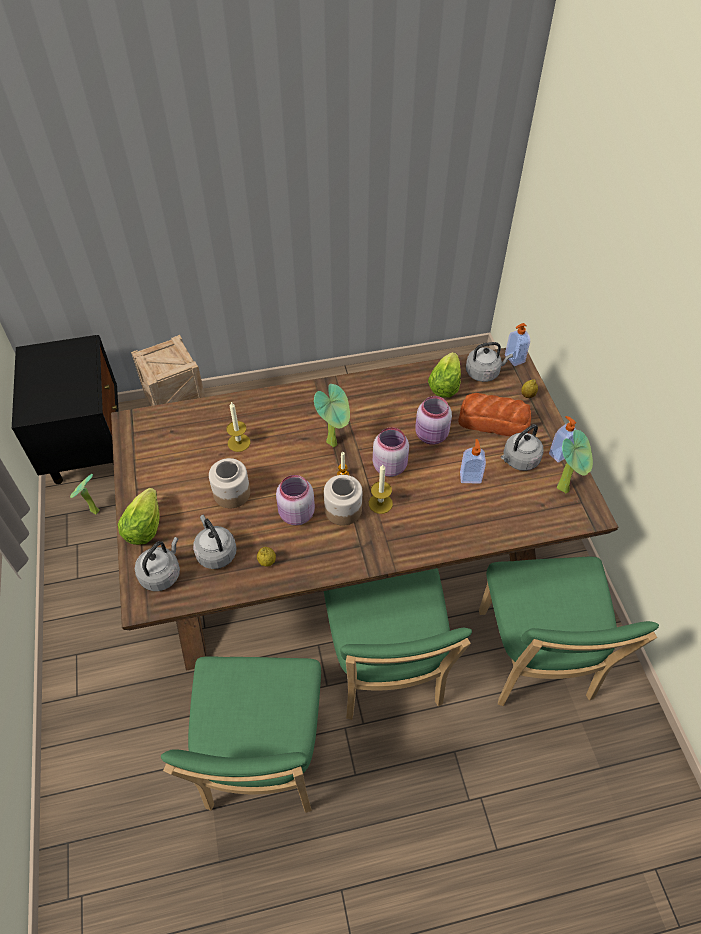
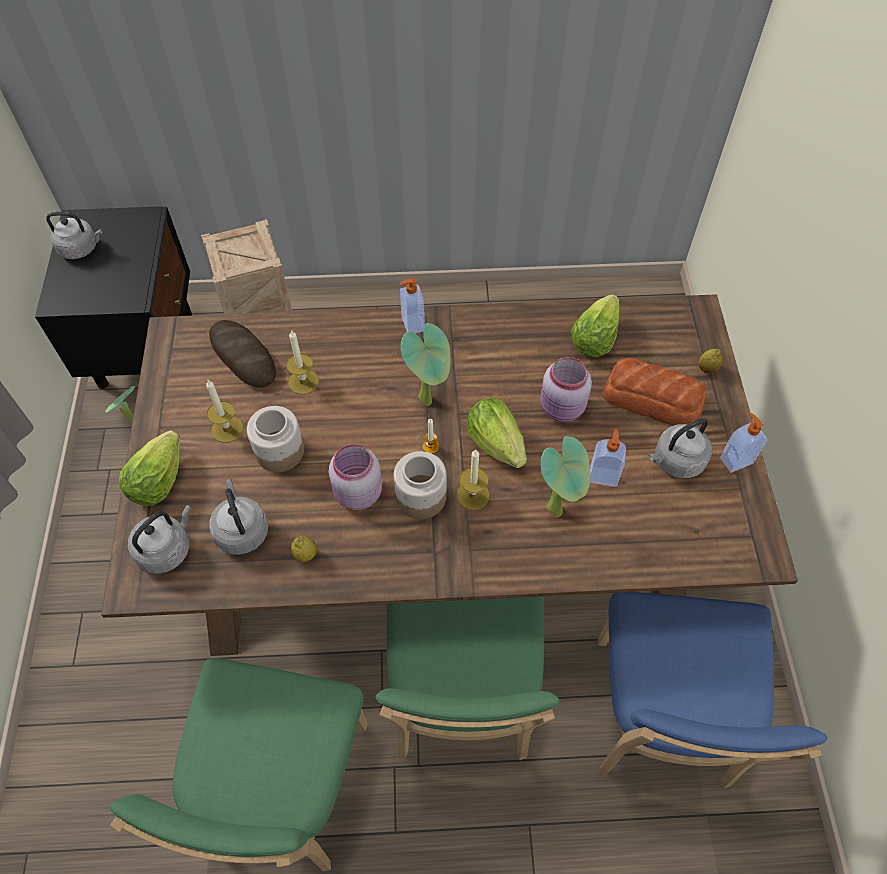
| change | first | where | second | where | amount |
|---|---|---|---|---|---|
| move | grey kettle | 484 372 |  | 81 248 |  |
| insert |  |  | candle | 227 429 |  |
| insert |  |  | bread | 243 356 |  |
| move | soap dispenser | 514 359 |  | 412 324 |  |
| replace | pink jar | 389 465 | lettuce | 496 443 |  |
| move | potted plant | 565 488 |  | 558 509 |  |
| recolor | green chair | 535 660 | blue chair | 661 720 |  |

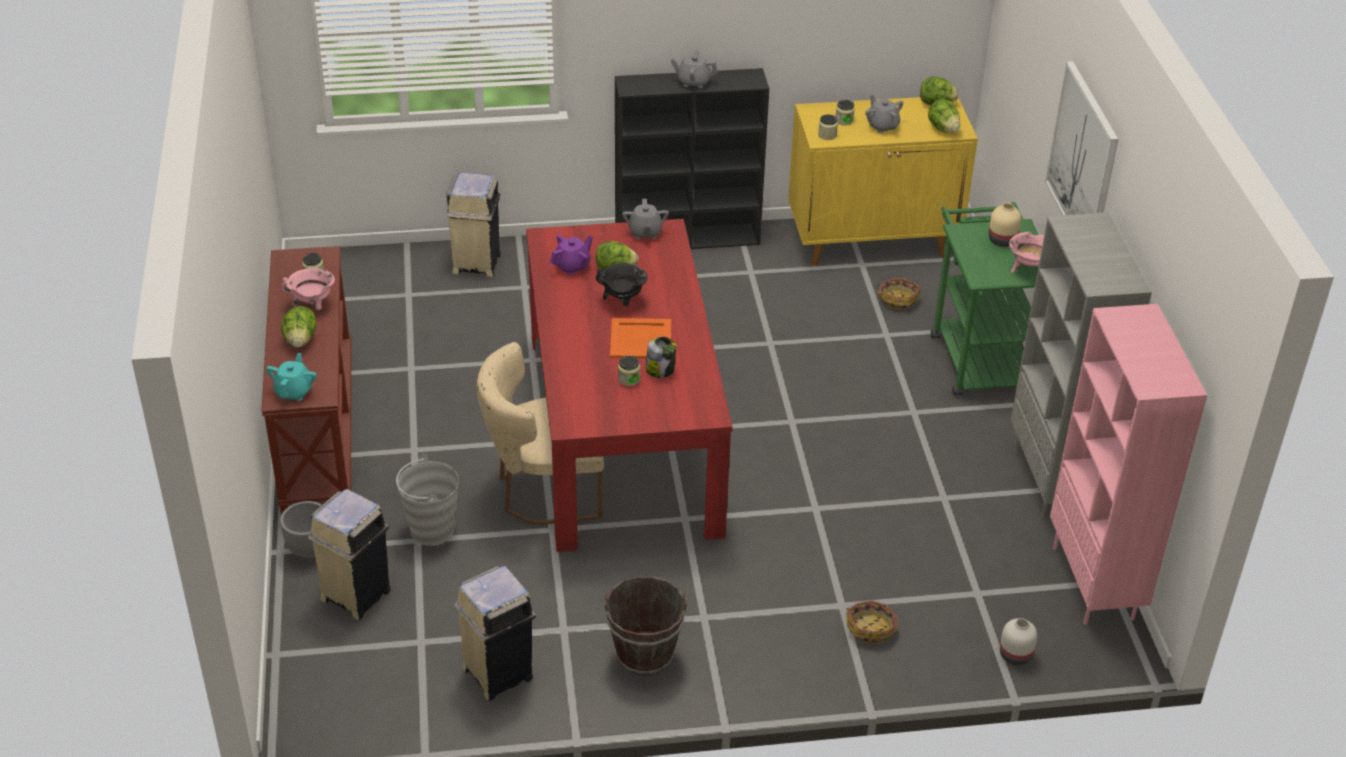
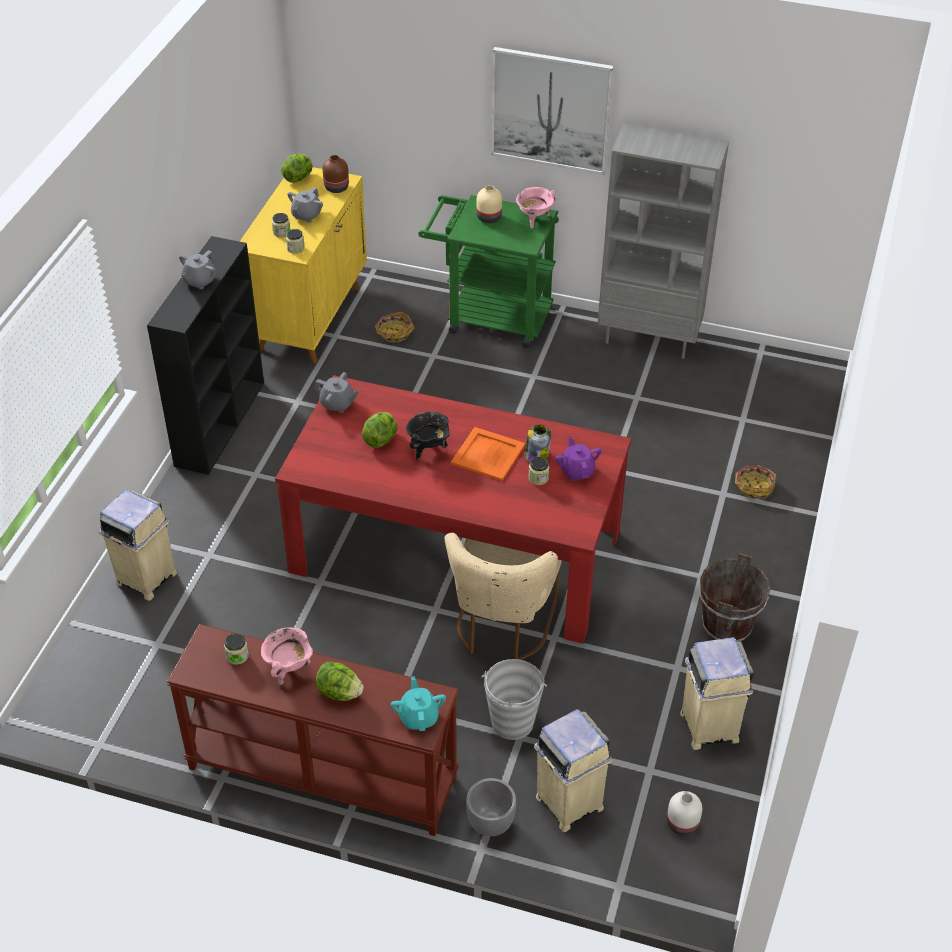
| change | first | where | second | where | amount |
|---|---|---|---|---|---|
| rotate | grey teapot | 882 126 |  | 306 215 | 60 degrees counterclockwise |
| replace | lettuce | 943 129 | brown vase | 336 187 |  |
| rotate | turquoise teapot | 294 391 |  | 419 717 | 45 degrees clockwise |
| move | purple teapot | 572 266 |  | 577 471 |  |
| move | white vase | 1016 656 |  | 683 824 |  |
| delete | pink bookcase | 1094 583 |  |  |  |

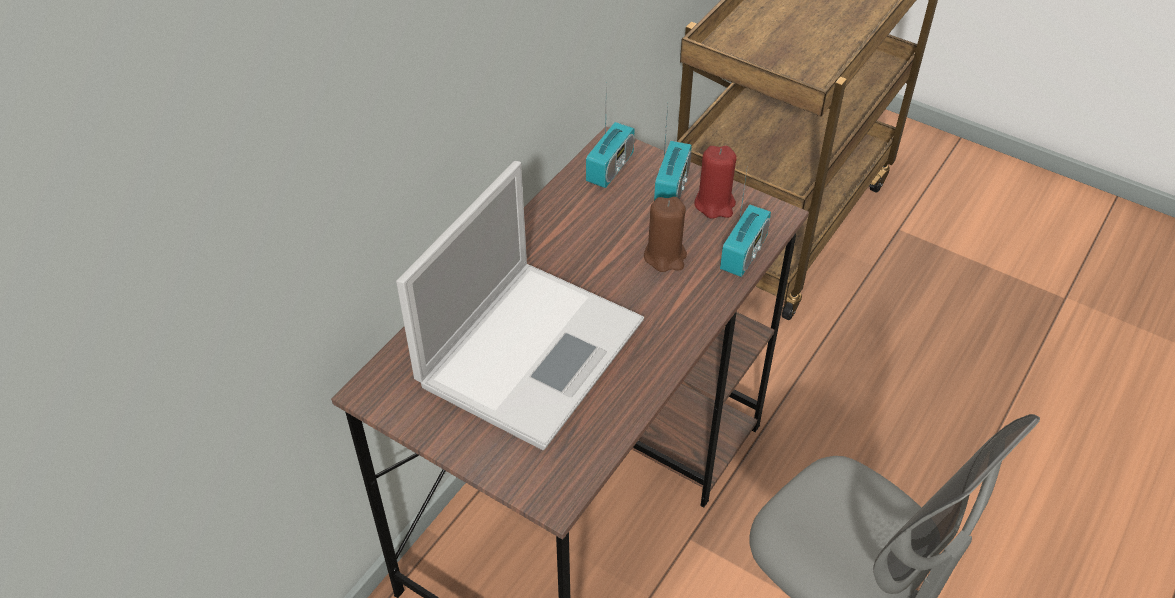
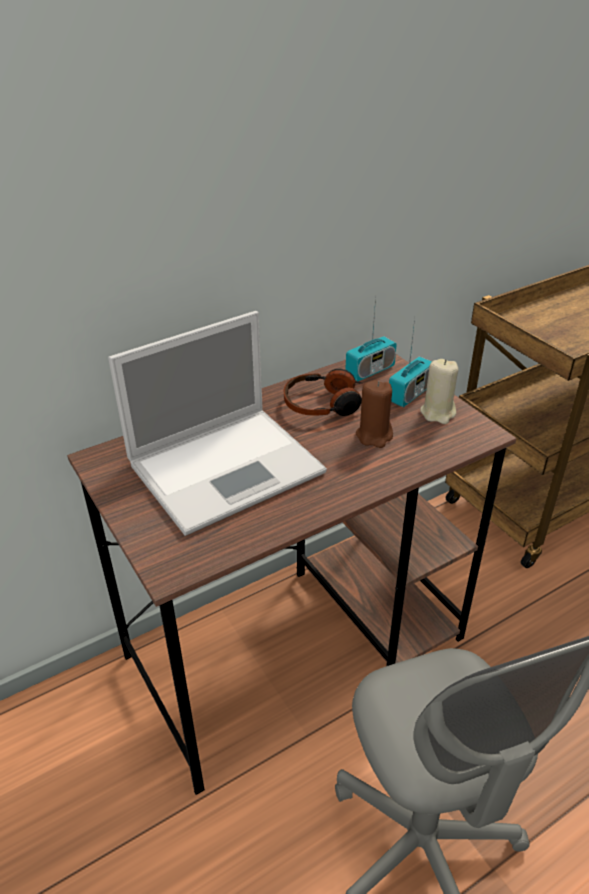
| change | first | where | second | where | amount |
|---|---|---|---|---|---|
| insert |  |  | headphones | 324 404 |  |
| recolor | red candle | 715 204 | beige candle | 438 413 |  |
| delete | radio | 743 253 |  |  |  |

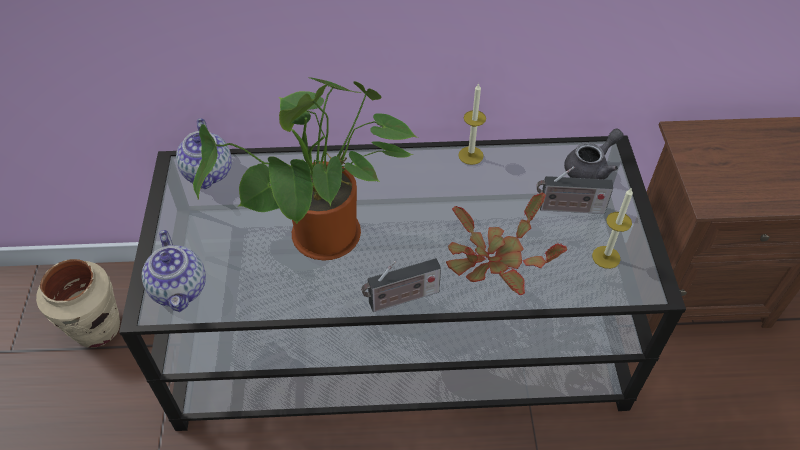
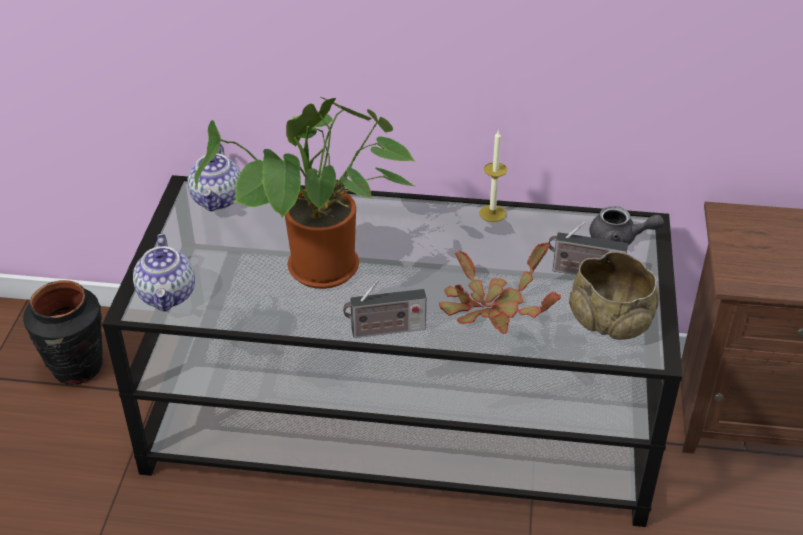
| change | first | where | second | where | amount |
|---|---|---|---|---|---|
| recolor | beige vase | 97 329 | black vase | 77 368 |  |
| replace | candle | 606 257 | beige bowl | 610 321 |  |
| rotate | grey teapot | 591 168 |  | 619 239 | 45 degrees clockwise |

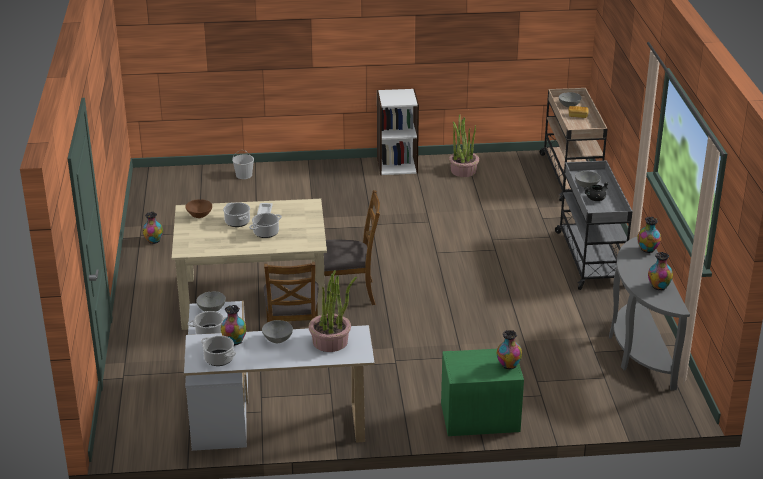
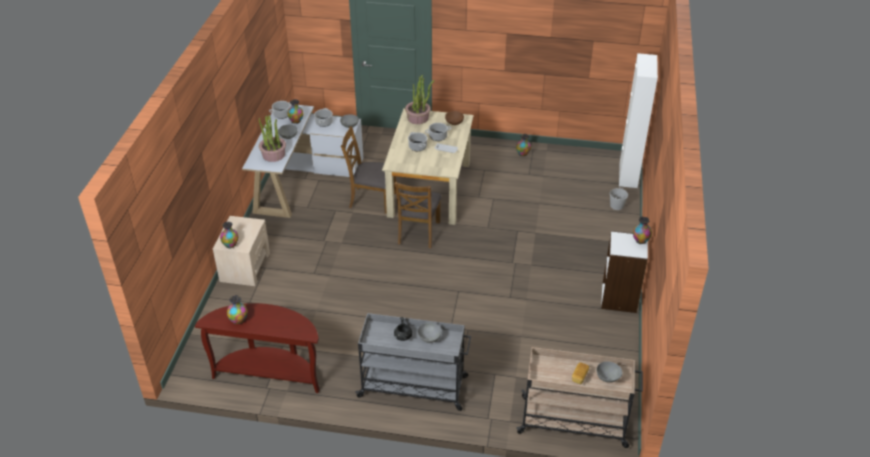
| change | first | where | second | where | amount |
|---|---|---|---|---|---|
| recolor | grey console table | 638 350 | brown console table | 270 373 |  |
| recolor | green nightstand | 479 417 | beige nightstand | 245 266 |  |
| move | potted plant | 463 170 |  | 418 118 |  |
| insert |  |  | white cabinet | 628 174 |  |
| move | vase | 647 250 |  | 640 241 |  |

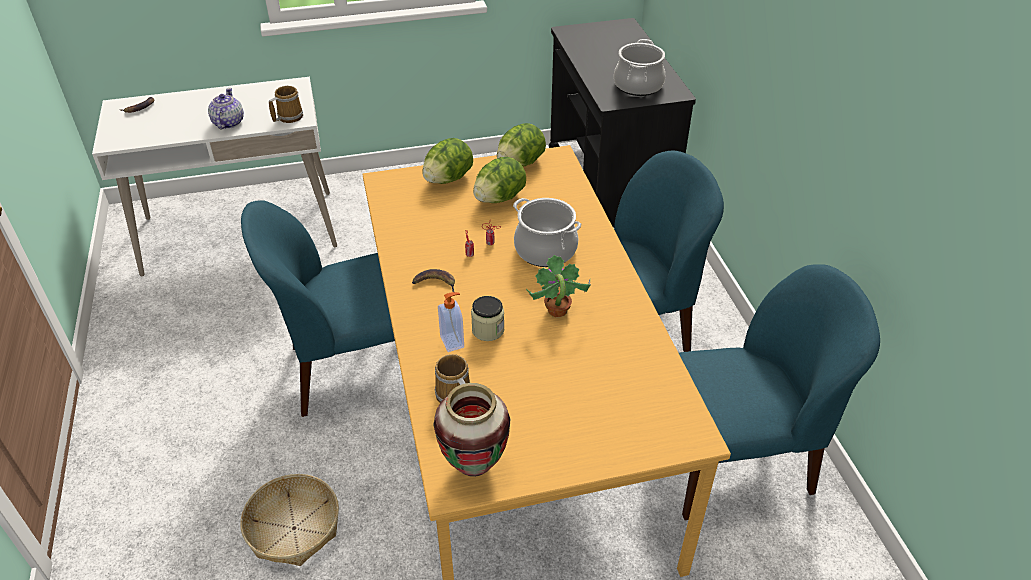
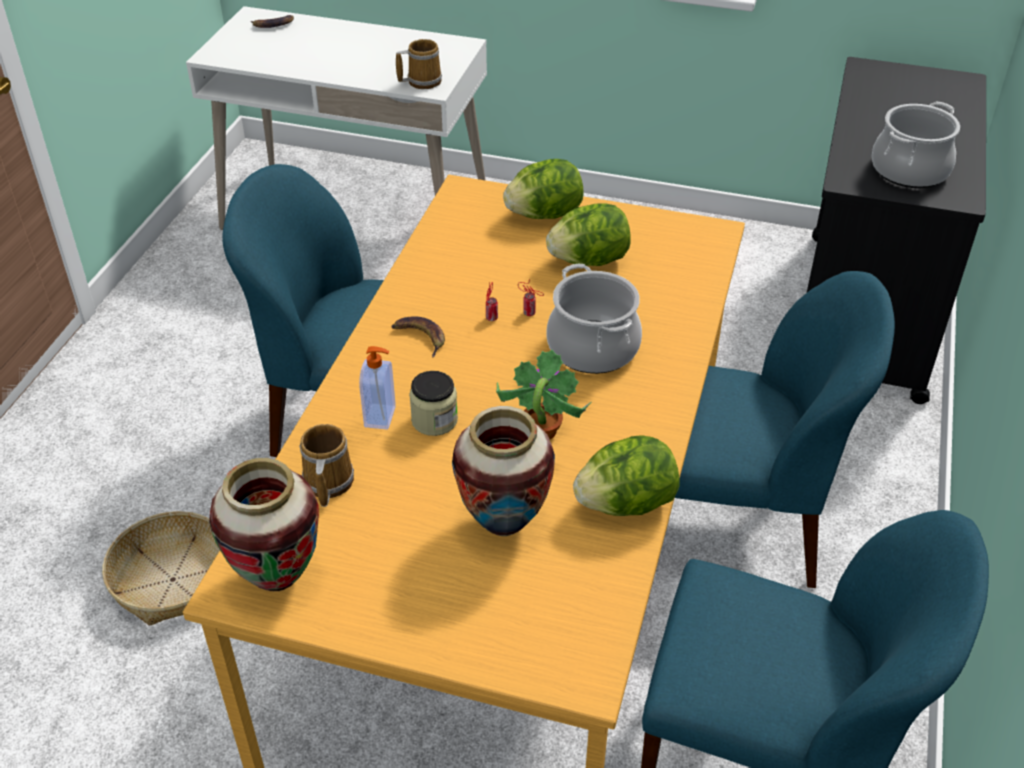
| change | first | where | second | where | amount |
|---|---|---|---|---|---|
| insert |  |  | vase | 503 525 |  |
| move | lettuce | 520 163 |  | 626 503 |  |
| delete | teapot | 228 123 |  |  |  |

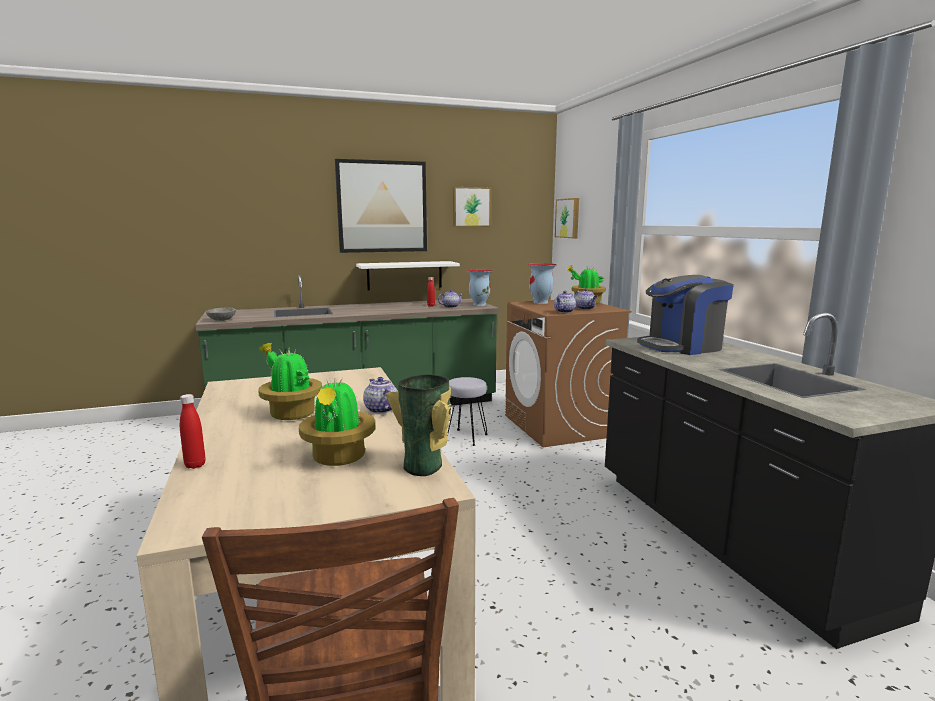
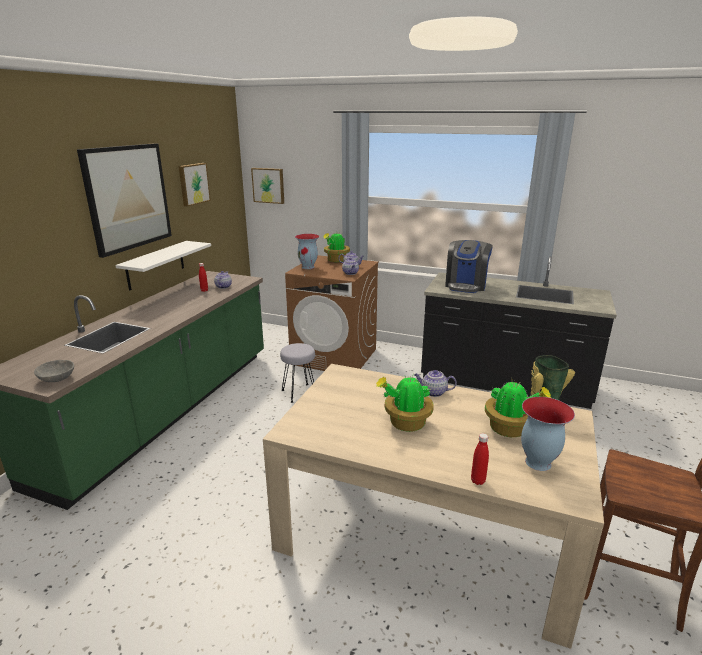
| change | first | where | second | where | amount |
|---|---|---|---|---|---|
| move | vase | 479 304 |  | 537 462 |  |

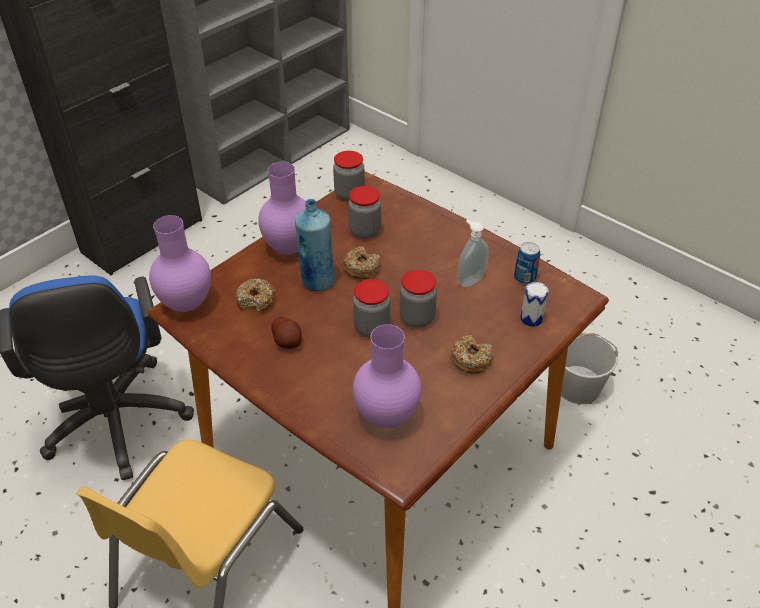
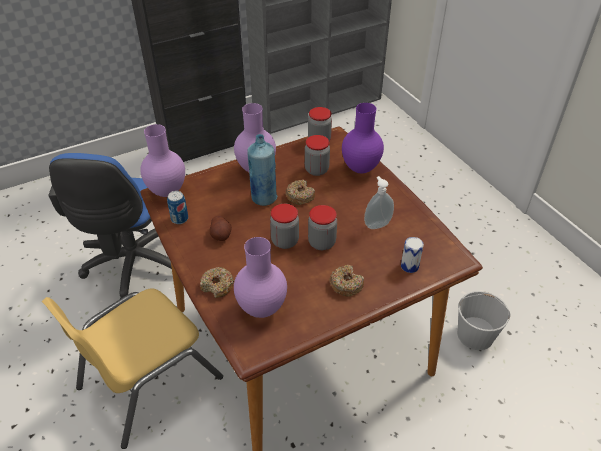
| change | first | where | second | where | amount |
|---|---|---|---|---|---|
| move | can | 524 278 |  | 179 219 |  |
| move | donut | 256 300 |  | 217 286 |  |
| insert |  |  | purple vase | 360 168 |  |

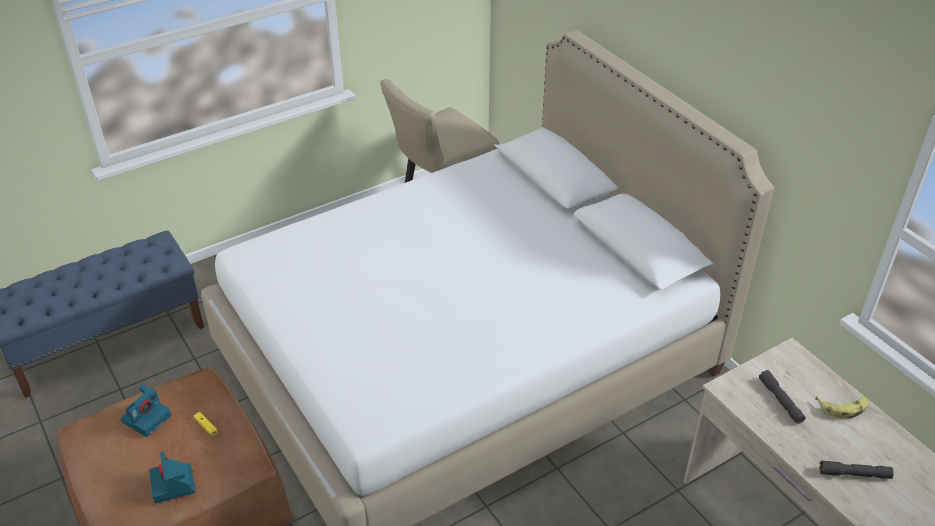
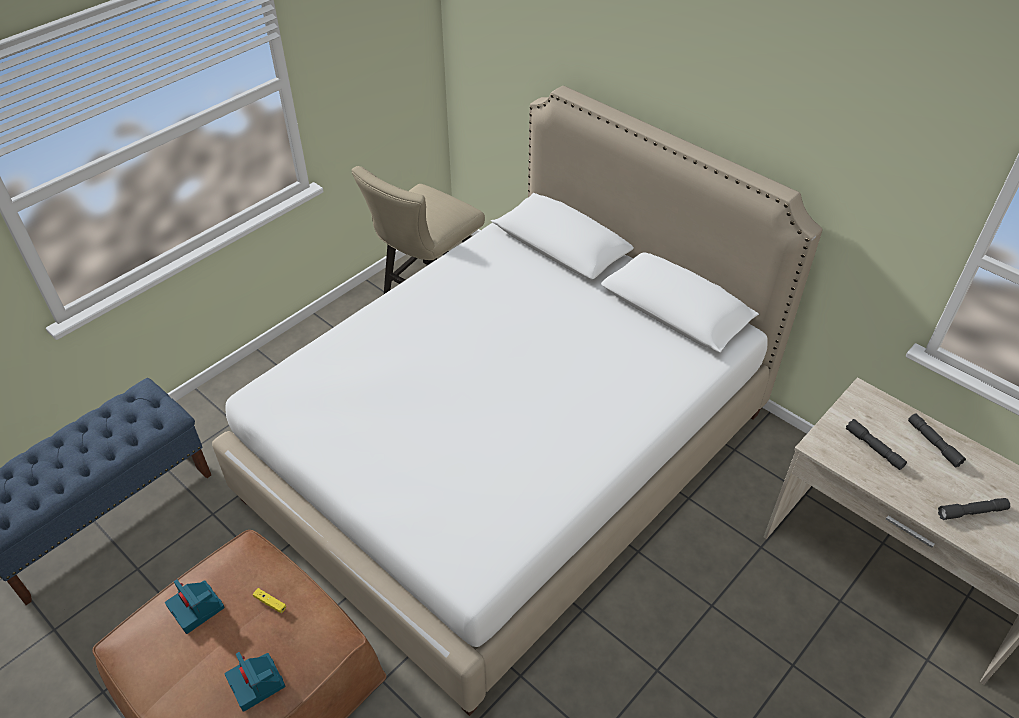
| change | first | where | second | where | amount |
|---|---|---|---|---|---|
| rotate | photo camera | 146 417 |  | 197 608 | 120 degrees clockwise |
| replace | banana | 843 408 | grey flashlight | 933 443 |  |

